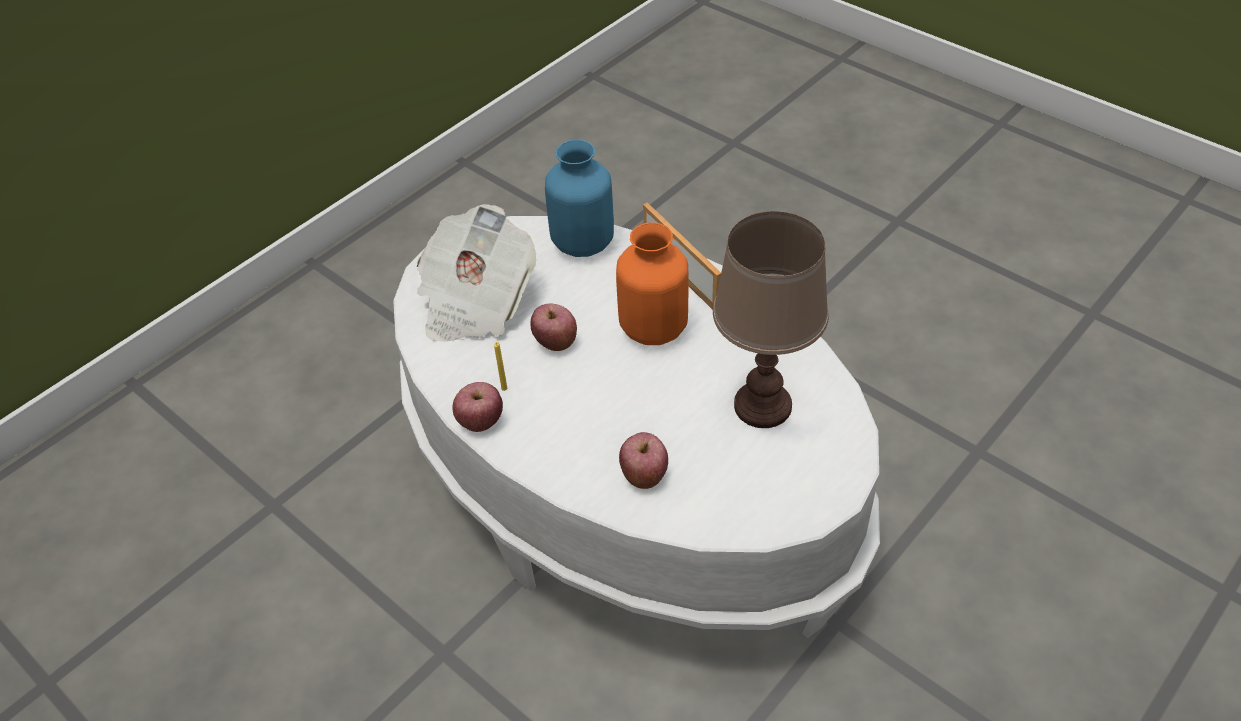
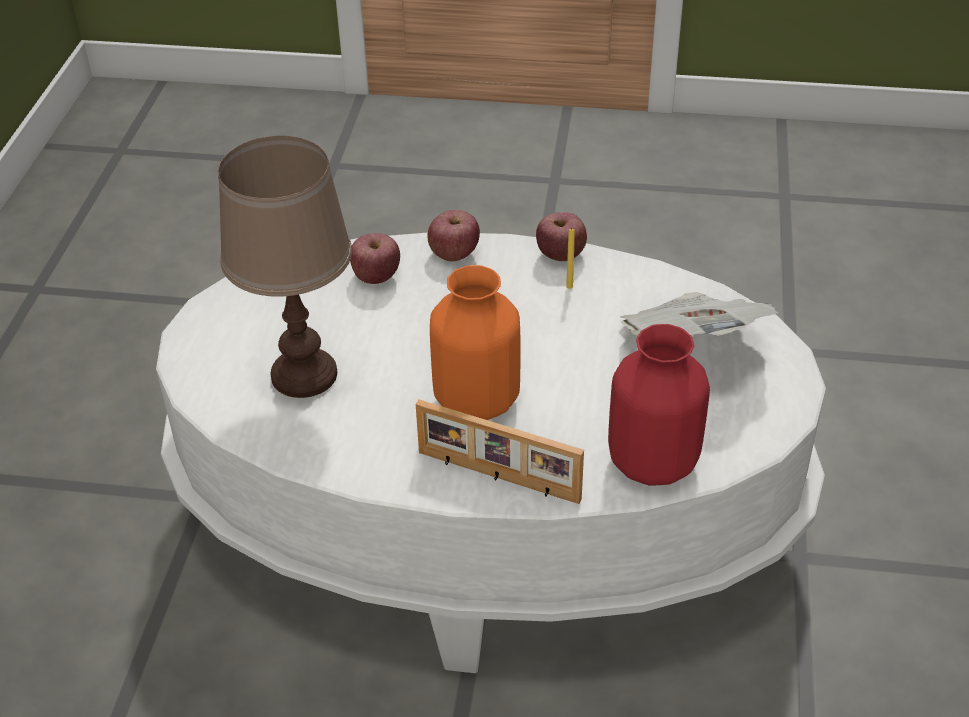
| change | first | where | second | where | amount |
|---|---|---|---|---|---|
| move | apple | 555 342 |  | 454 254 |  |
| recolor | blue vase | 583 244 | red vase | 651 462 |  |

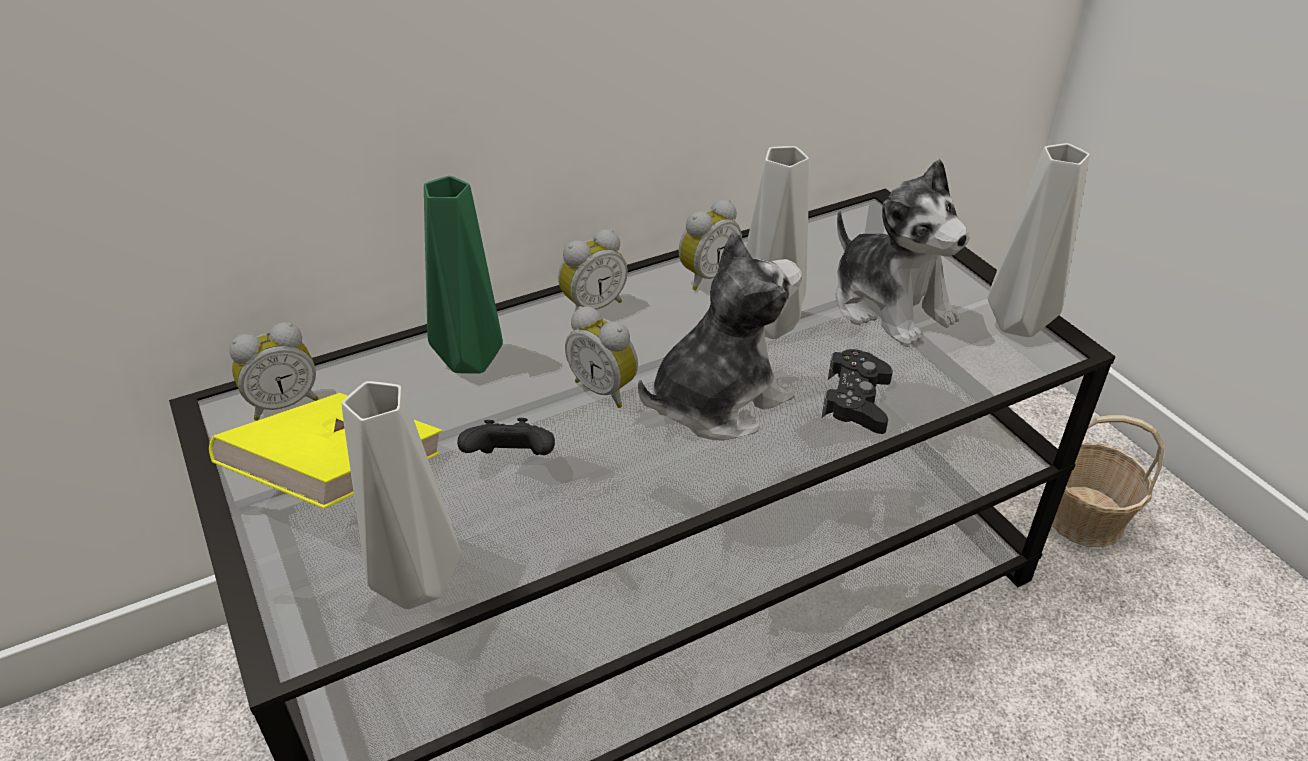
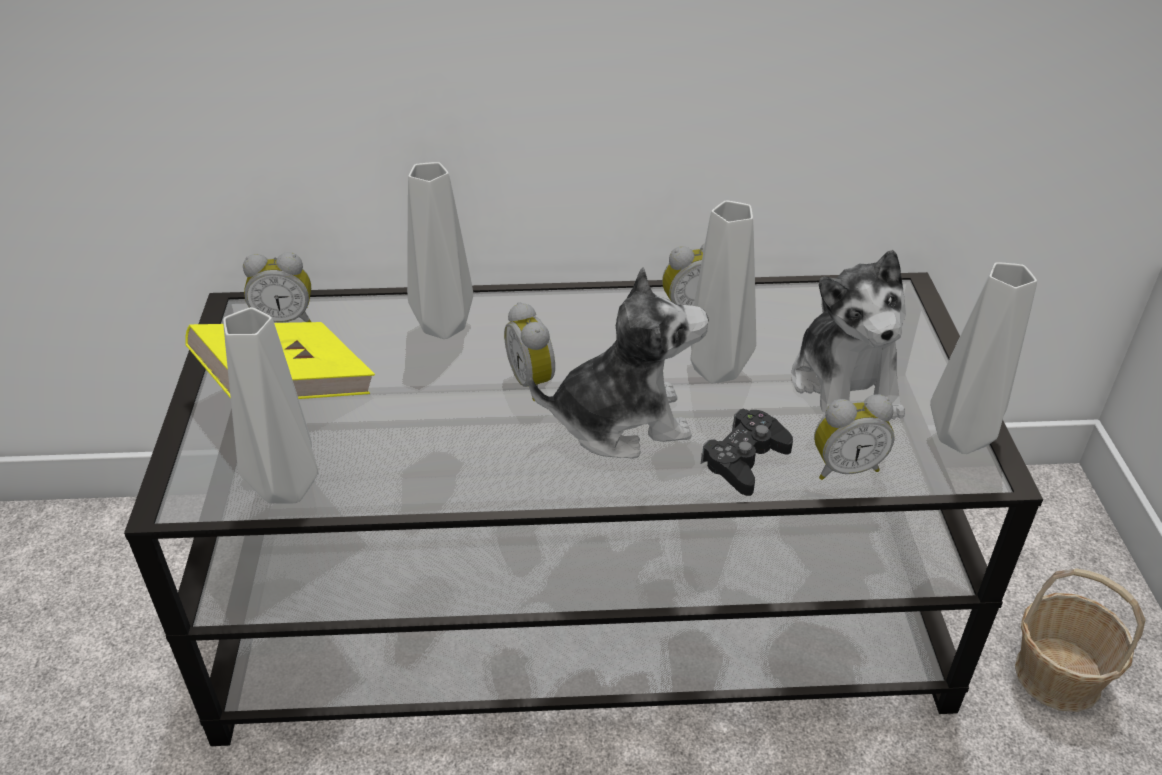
| change | first | where | second | where | amount |
|---|---|---|---|---|---|
| recolor | green vase | 474 361 | grey vase | 445 328 |  |
| move | alarm clock | 592 306 |  | 844 467 |  |
| delete | black game controller | 512 461 |  |  |  |

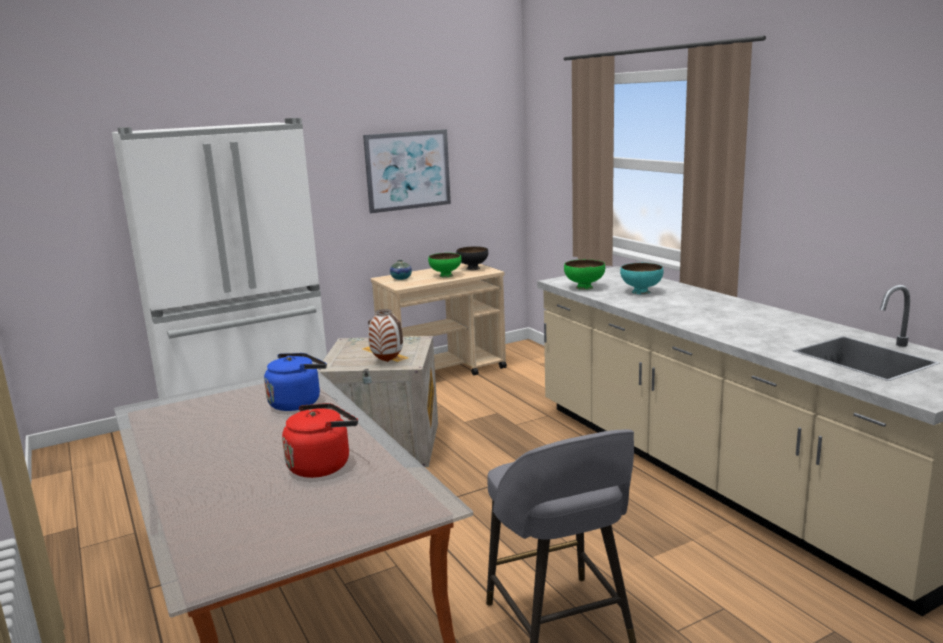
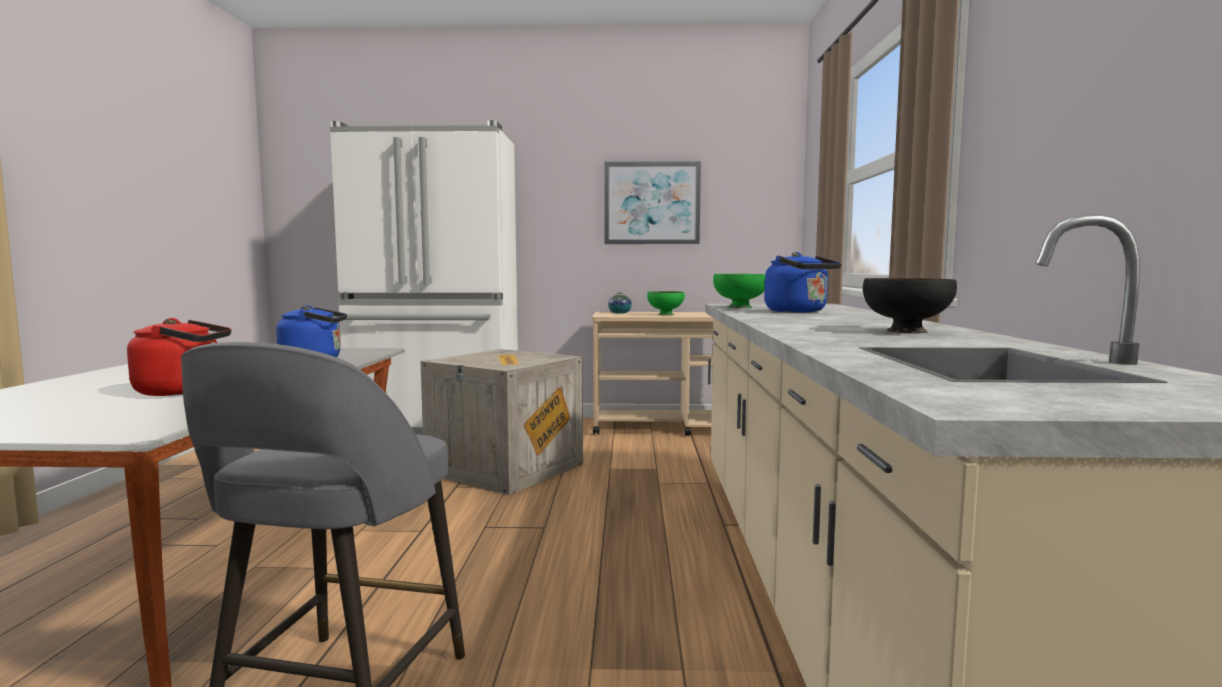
| change | first | where | second | where | amount |
|---|---|---|---|---|---|
| replace | turquoise bowl | 641 292 | blue kettle | 799 312 |  |
| move | black bowl | 472 268 |  | 905 331 |  |
| delete | vase | 388 361 |  |  |  |

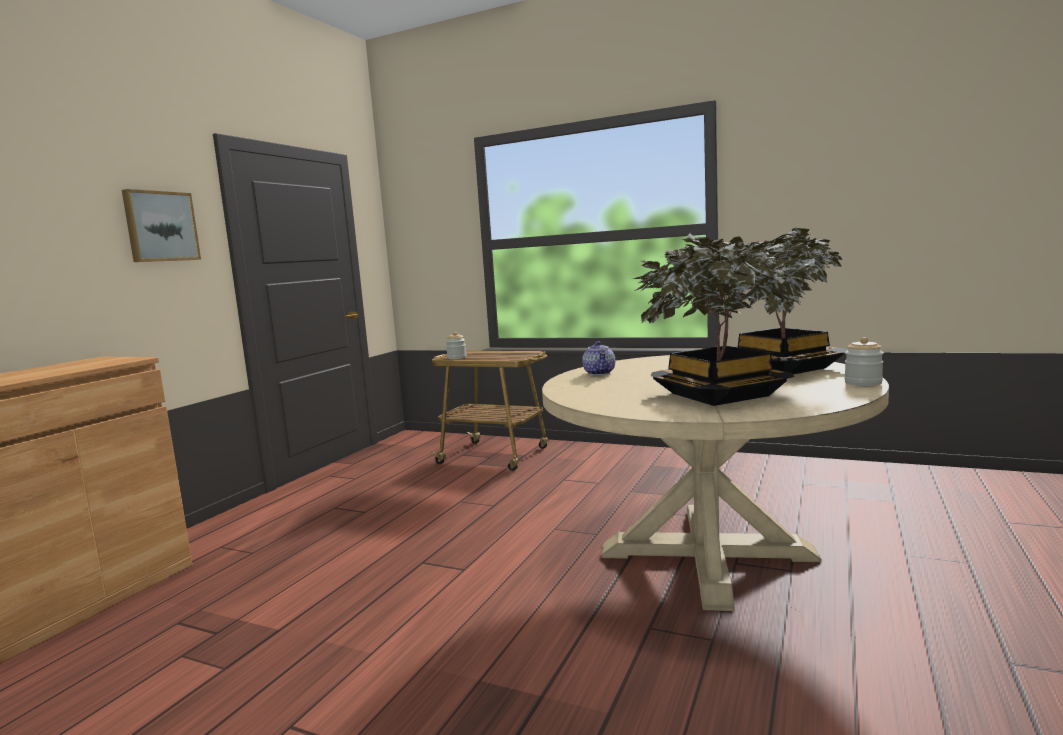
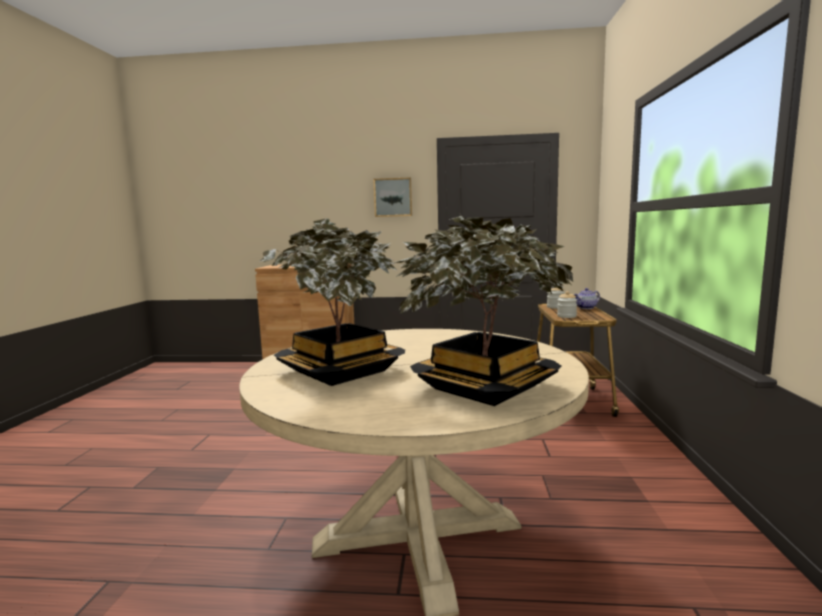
| change | first | where | second | where | amount |
|---|---|---|---|---|---|
| move | jar | 863 383 |  | 566 316 |  |
| move | teapot | 600 373 |  | 586 308 |  |

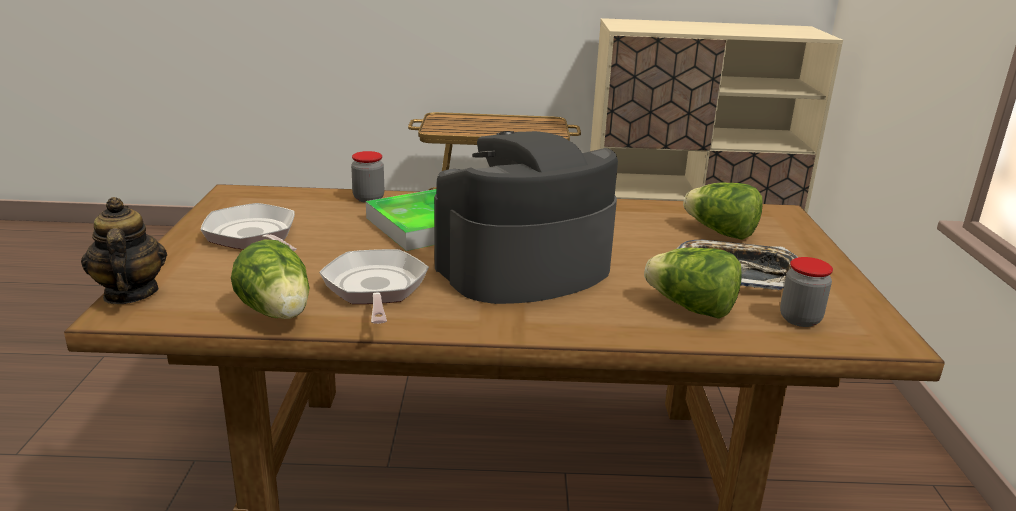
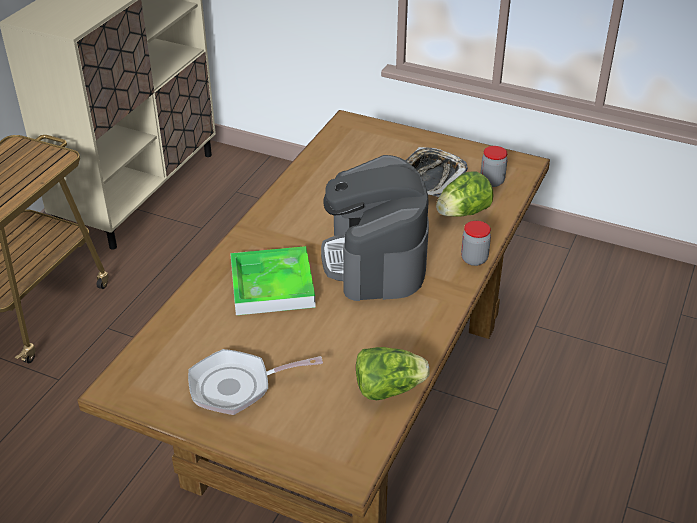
| change | first | where | second | where | amount |
|---|---|---|---|---|---|
| move | jar | 368 198 |  | 474 259 |  |
| delete | teapot | 130 294 |  |  |  |
| delete | frying pan | 375 289 |  |  |  |
| delete | lettuce | 720 233 |  |  |  |

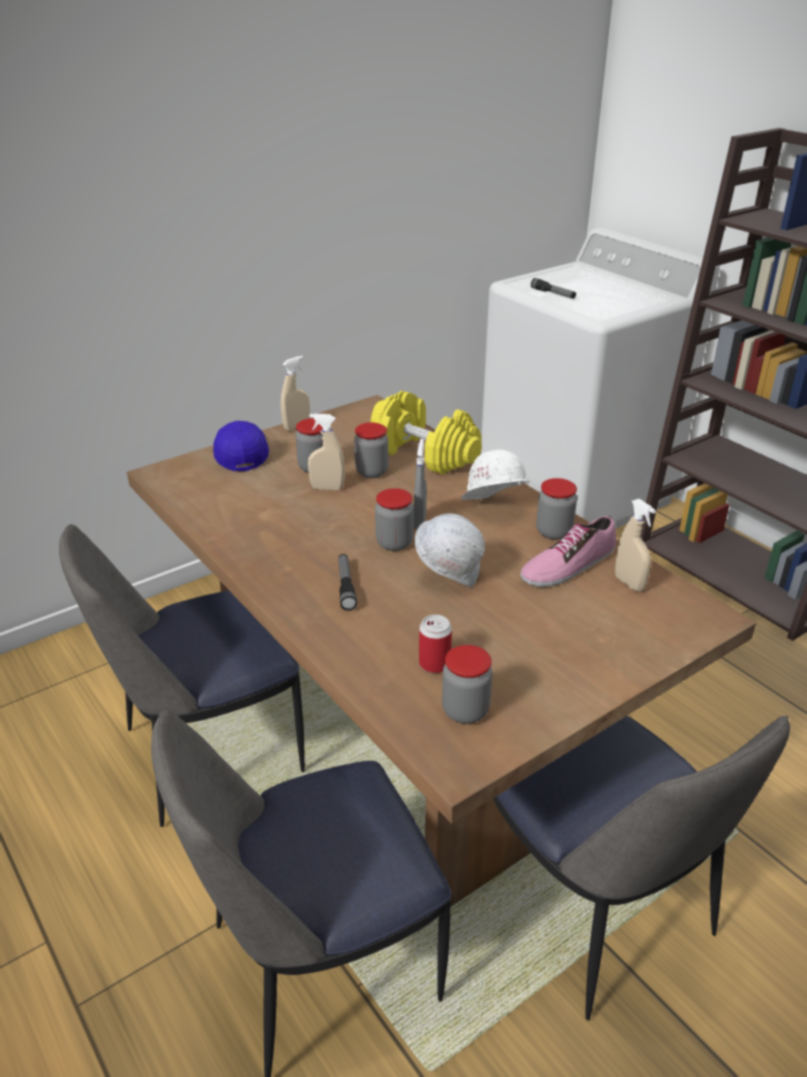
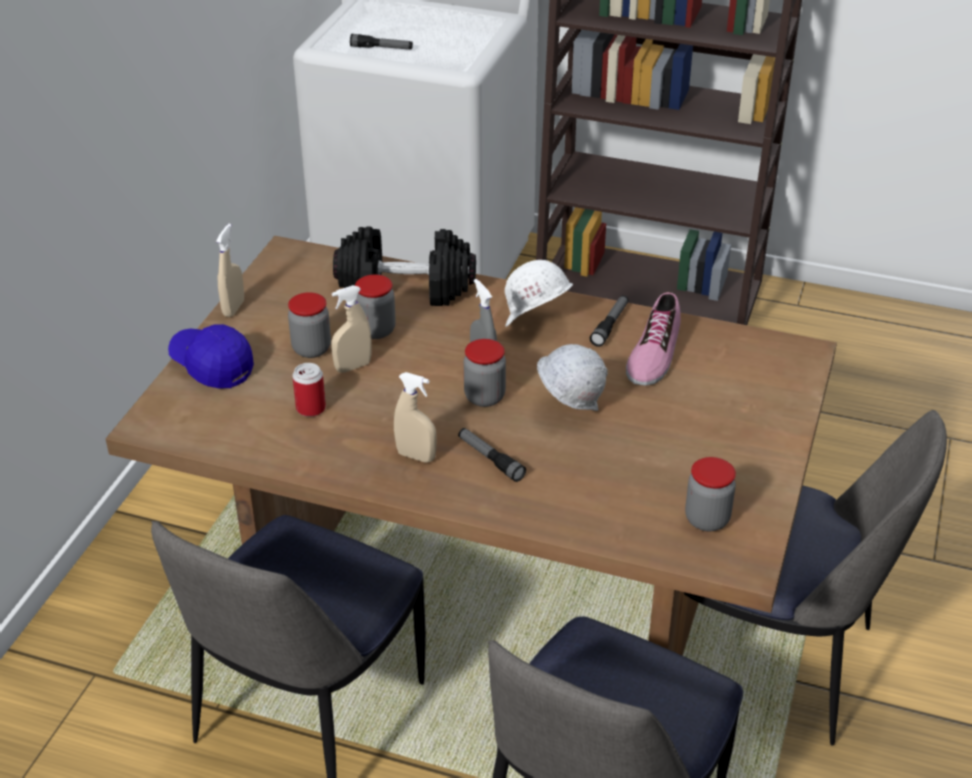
| change | first | where | second | where | amount |
|---|---|---|---|---|---|
| move | can | 434 663 |  | 311 408 |  |
| recolor | yellow dumbbell | 425 453 | black dumbbell | 406 288 |  |
| move | beige spray bottle | 629 583 |  | 416 456 |  |
| replace | jar | 554 532 | flashlight | 610 325 |  |

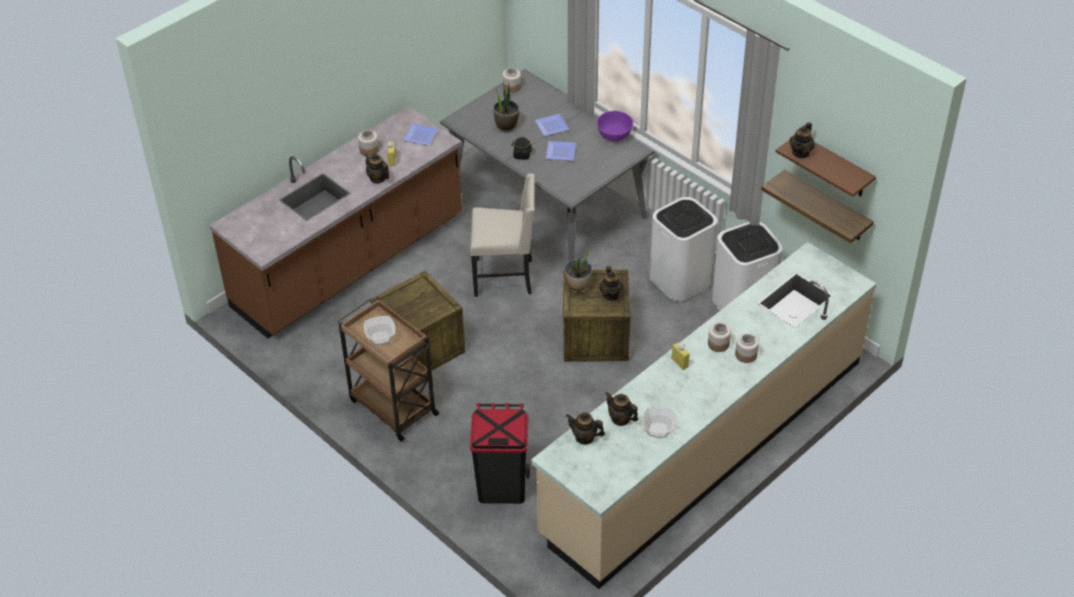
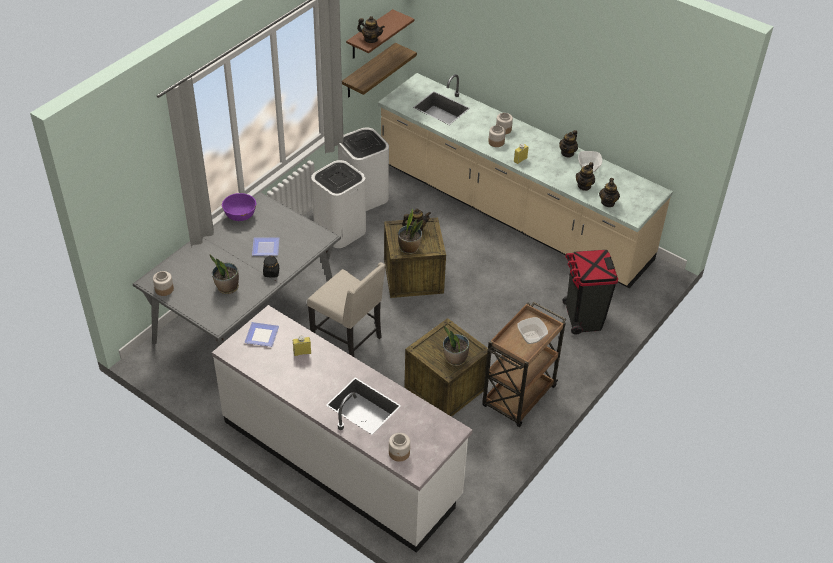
| change | first | where | second | where | amount |
|---|---|---|---|---|---|
| recolor | brown counter | 350 263 | white counter | 341 459 |  |
| rotate | beige chair | 505 277 |  | 348 339 | 135 degrees clockwise |
| move | jar | 368 150 |  | 399 453 |  |
| insert |  |  | potted plant | 455 359 |  |
| move | teapot | 377 178 |  | 567 153 |  |
| delete | plate | 550 126 |  |  |  |

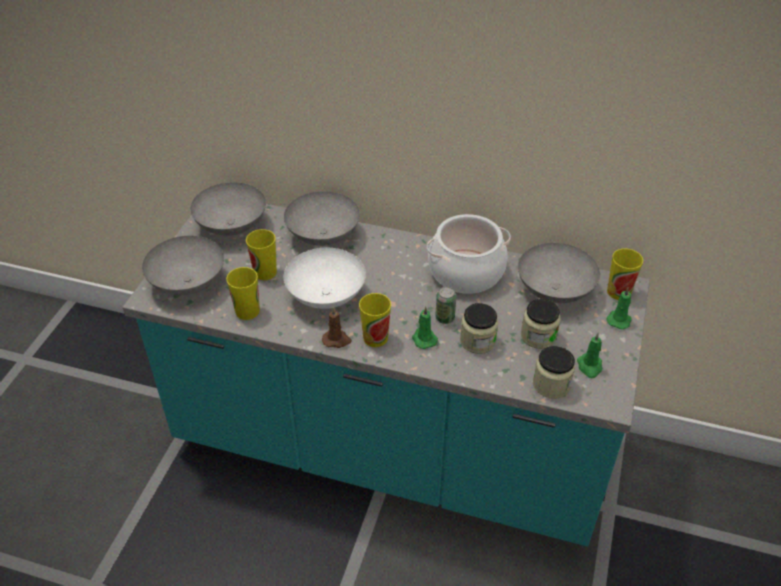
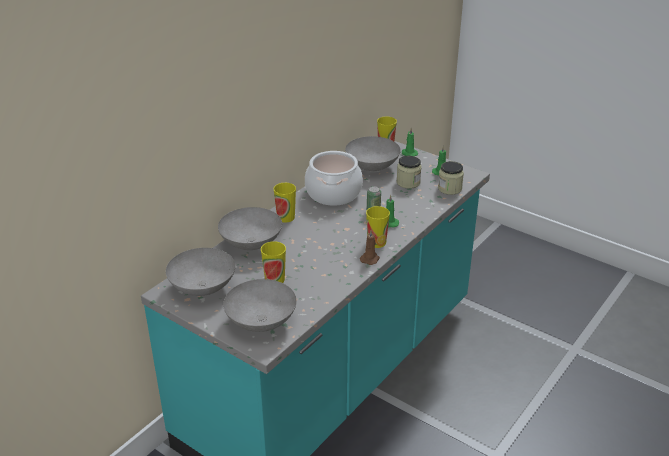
| change | first | where | second | where | amount |
|---|---|---|---|---|---|
| move | cup | 247 311 |  | 285 217 |  |
| delete | white bowl | 326 295 |  |  |  |
| delete | jar | 477 341 |  |  |  |

